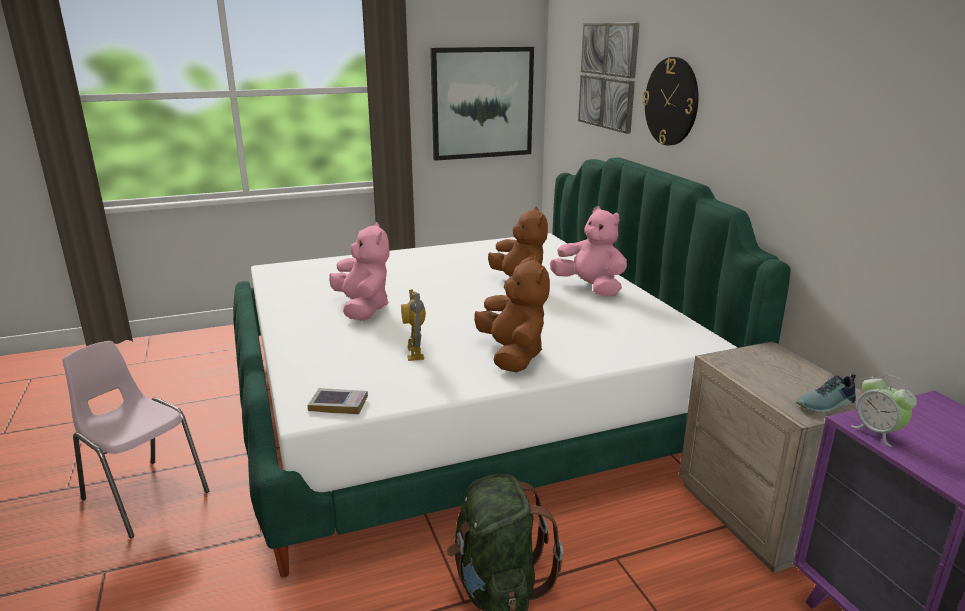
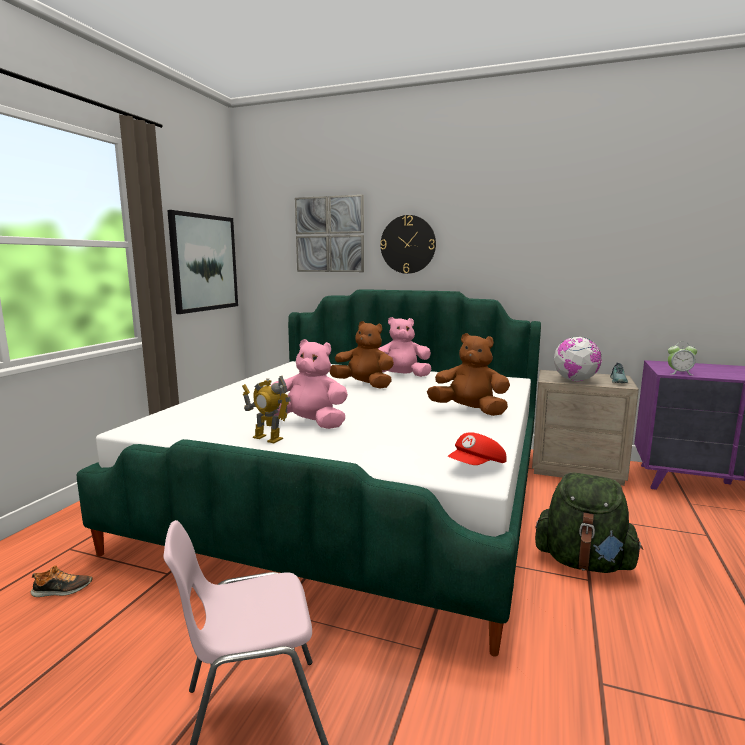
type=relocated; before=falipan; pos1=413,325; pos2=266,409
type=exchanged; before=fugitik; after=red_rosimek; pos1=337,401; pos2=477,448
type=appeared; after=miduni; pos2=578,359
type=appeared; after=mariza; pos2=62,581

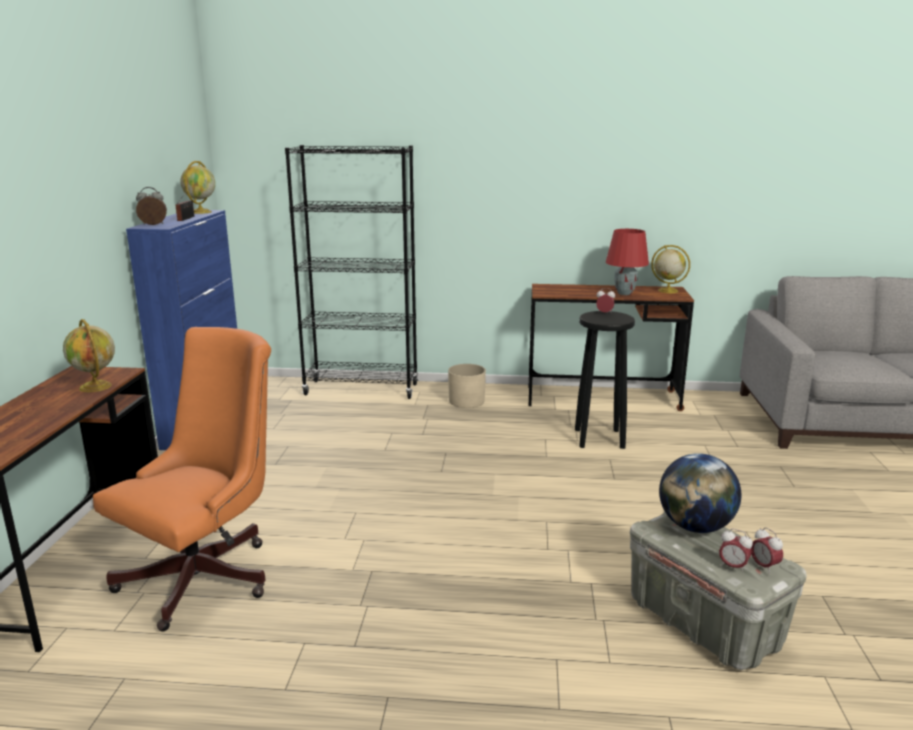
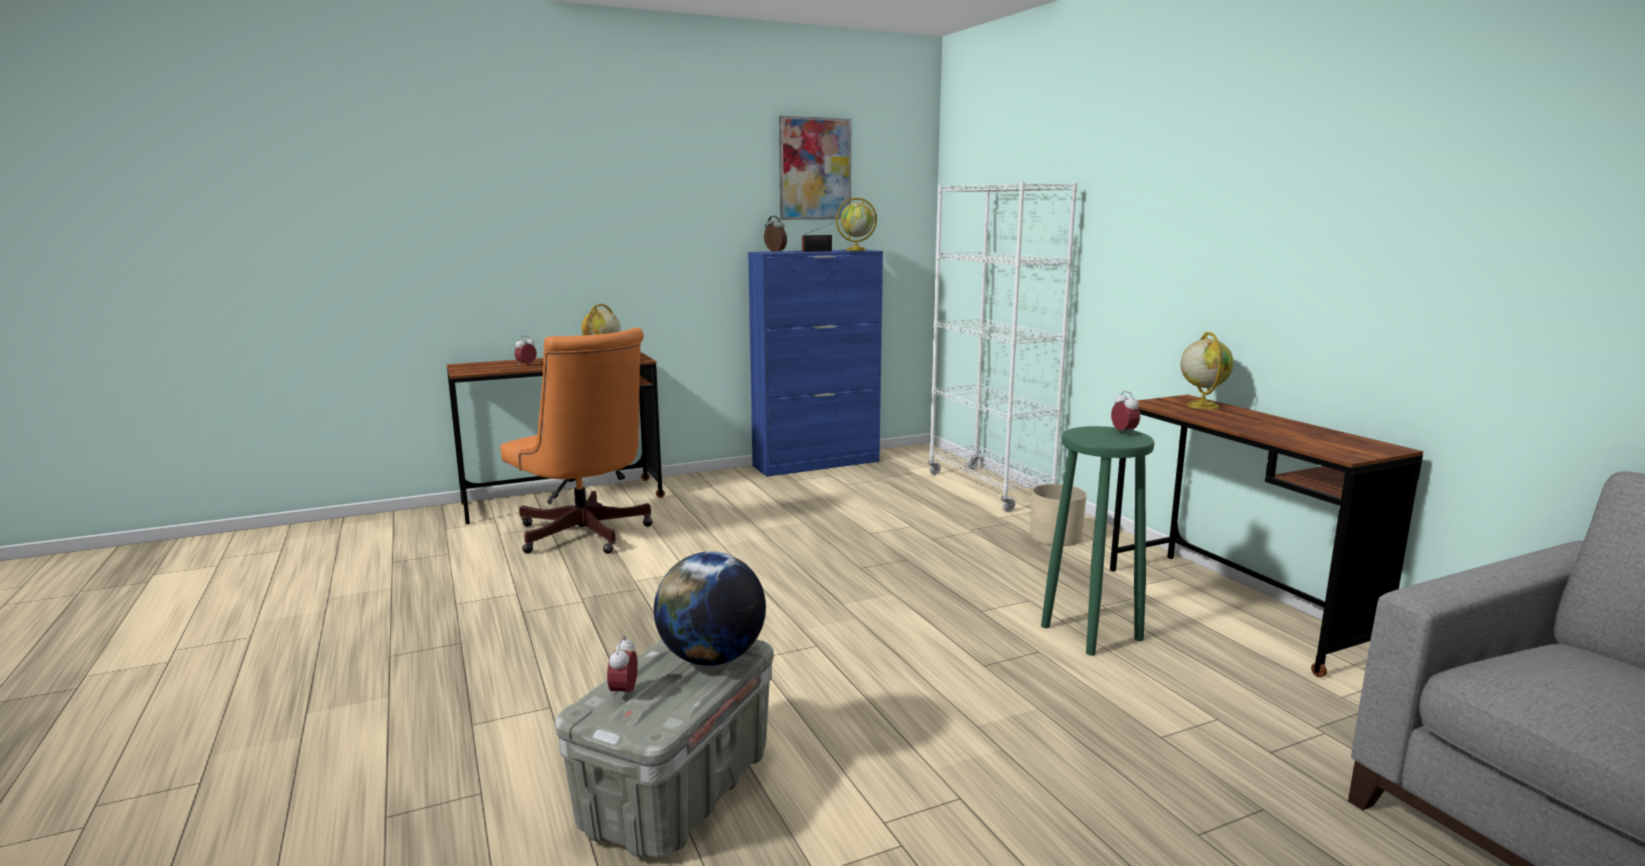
type=colour; before=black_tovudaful; after=white_tovudaful; pos1=351,272; pos2=1002,347
type=missing; before=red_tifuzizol; pos1=627,262
type=relocated; before=miduni; pos1=670,269; pos2=1207,371
type=colour; before=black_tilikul; after=green_tilikul; pos1=605,380; pos2=1097,541
type=spun; before=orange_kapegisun; pos1=182,479; pos2=576,441; turn=45
type=relocated; before=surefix; pos1=767,550; pos2=526,351
type=appeared; after=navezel; pos2=815,167

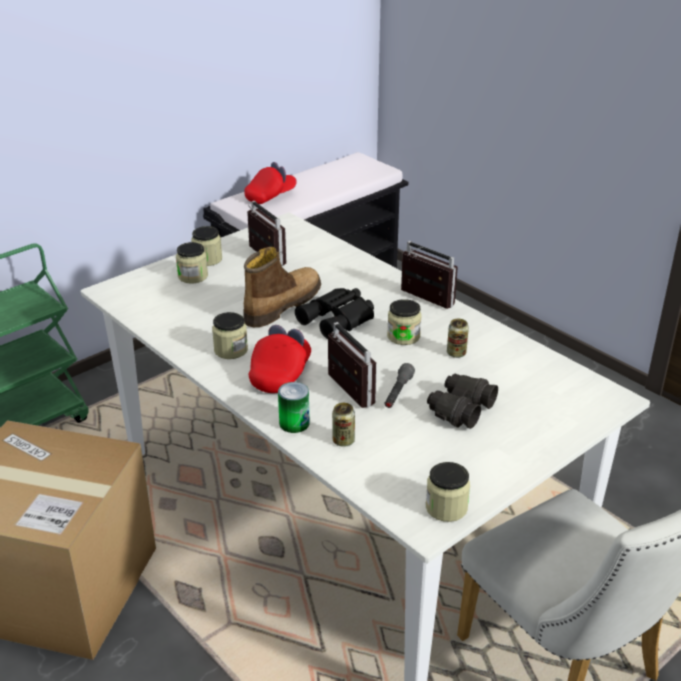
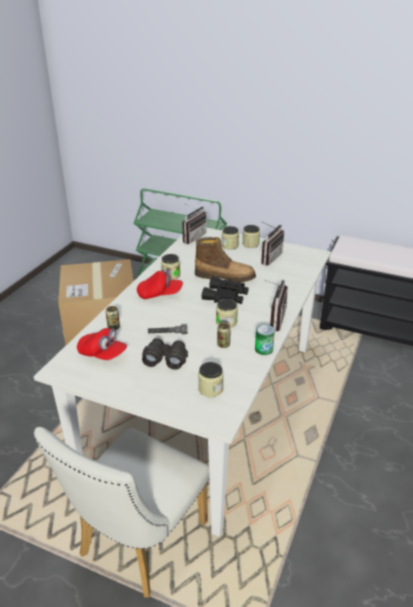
type=relocated; before=red_rosimek; pos1=270,183; pos2=102,344
type=relocated; before=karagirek; pos1=352,365; pos2=194,223
type=relocated; before=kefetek; pos1=294,407; pos2=265,339
type=relocated; before=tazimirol; pos1=448,492; pos2=211,379

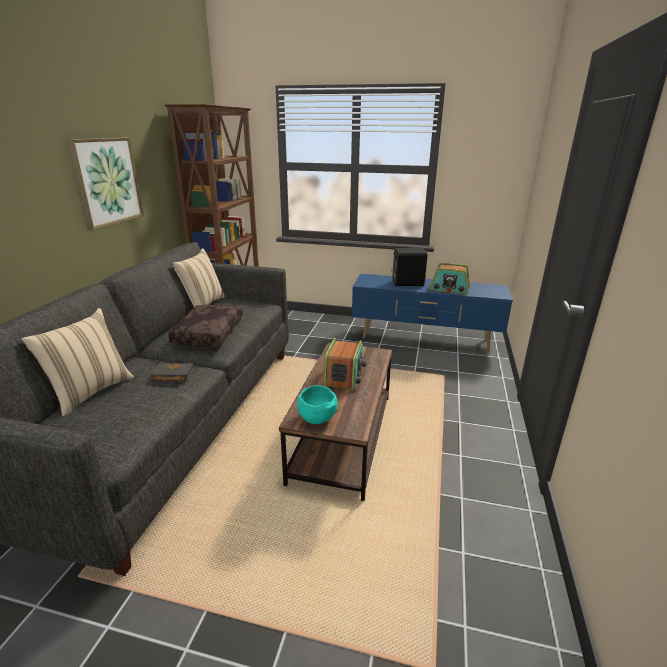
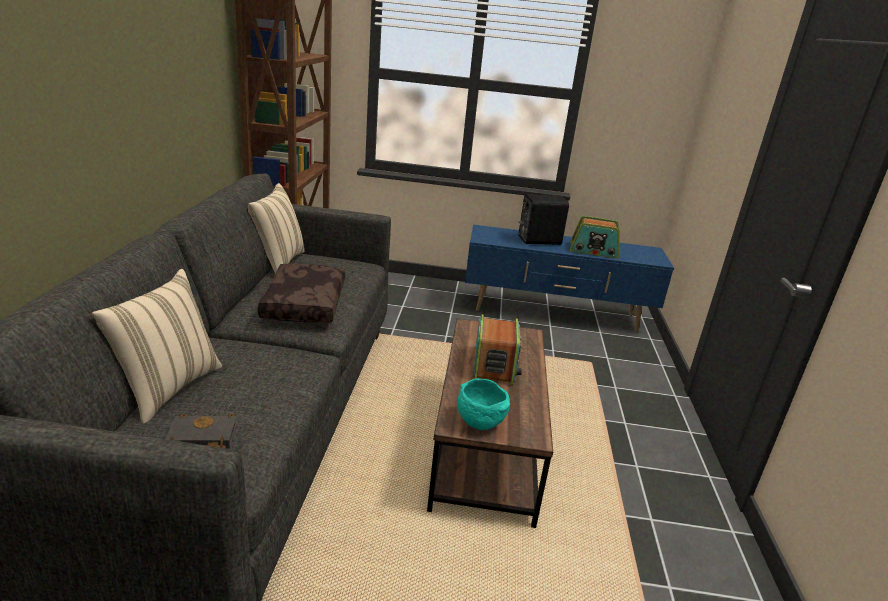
type=missing; before=navezel; pos1=105,184
type=relocated; before=black_fugitik; pos1=172,372; pos2=201,431

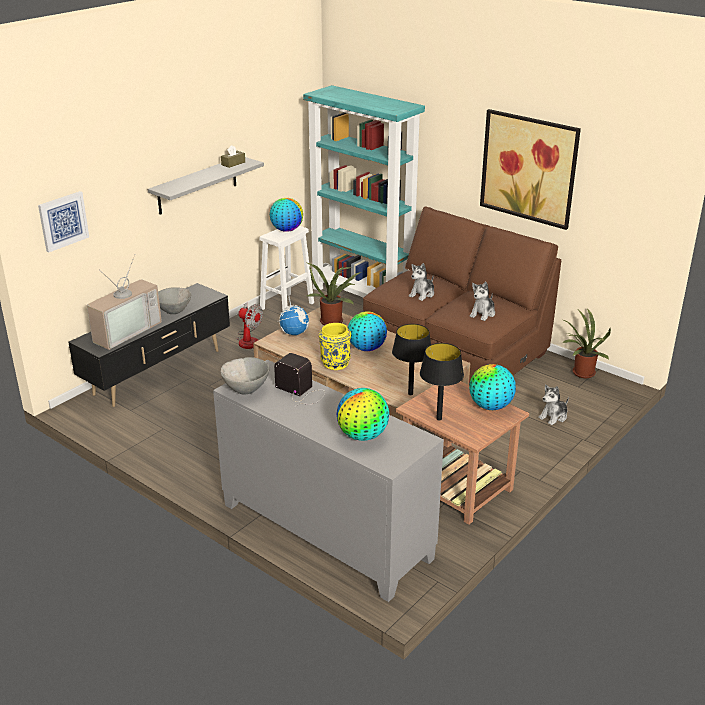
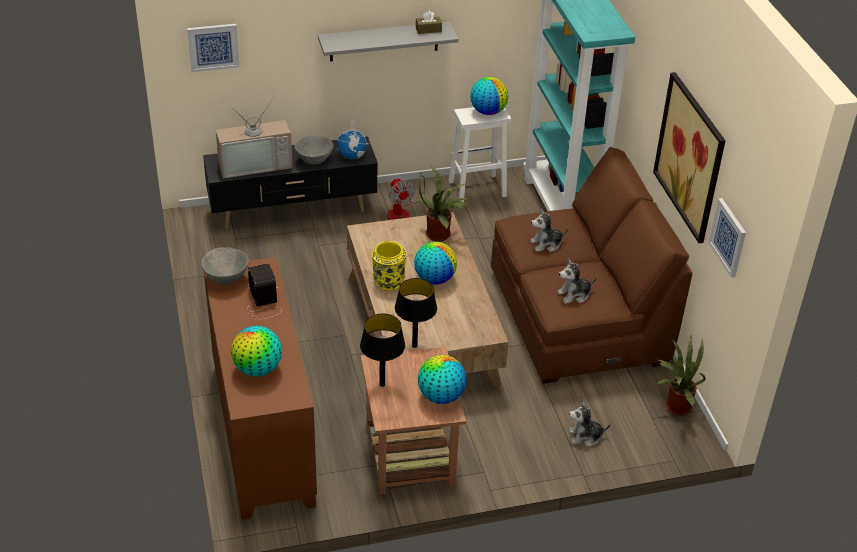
type=relocated; before=miduni; pos1=293,315; pos2=352,139
type=colour; before=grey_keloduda; after=brown_keloduda; pos1=328,481; pos2=260,388
type=appeared; after=navezel; pos2=727,238

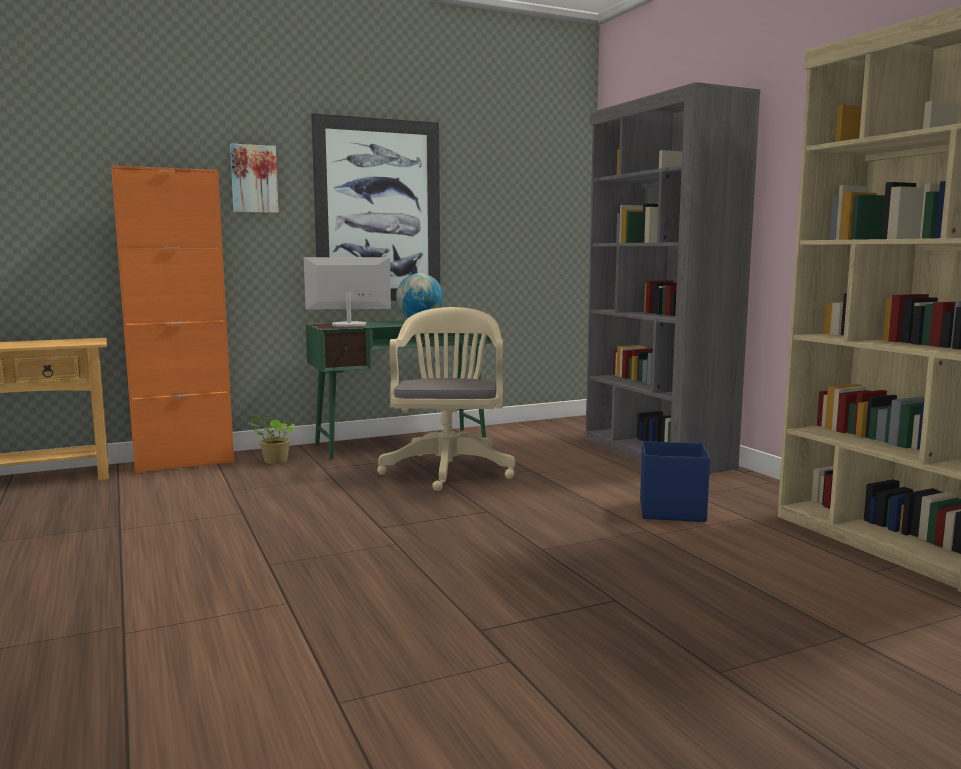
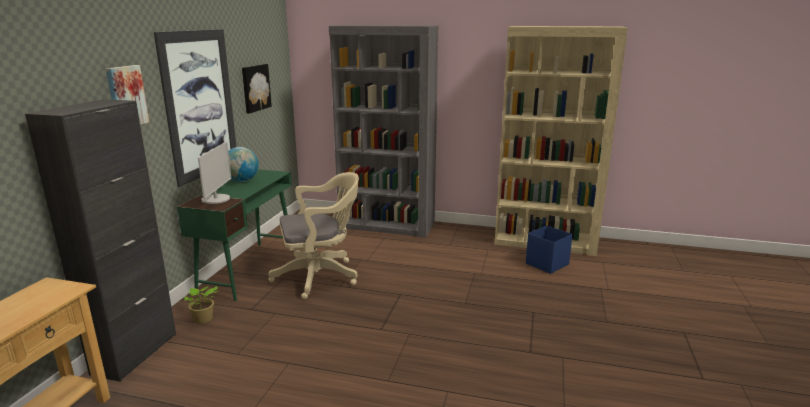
type=colour; before=orange_keloduda; after=black_keloduda; pos1=173,320; pos2=100,240
type=spun; before=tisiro; pos1=347,292; pos2=215,173; turn=150
type=spun; before=beige_kapegisun; pos1=446,399; pos2=313,235; turn=120
type=relocated; before=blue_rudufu; pos1=675,481; pos2=549,250
type=appeared; after=navezel; pos2=257,88

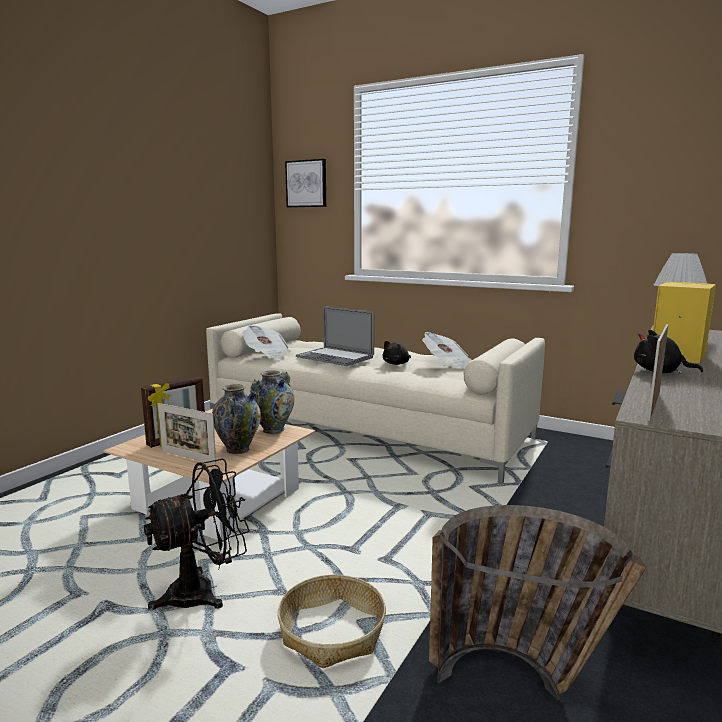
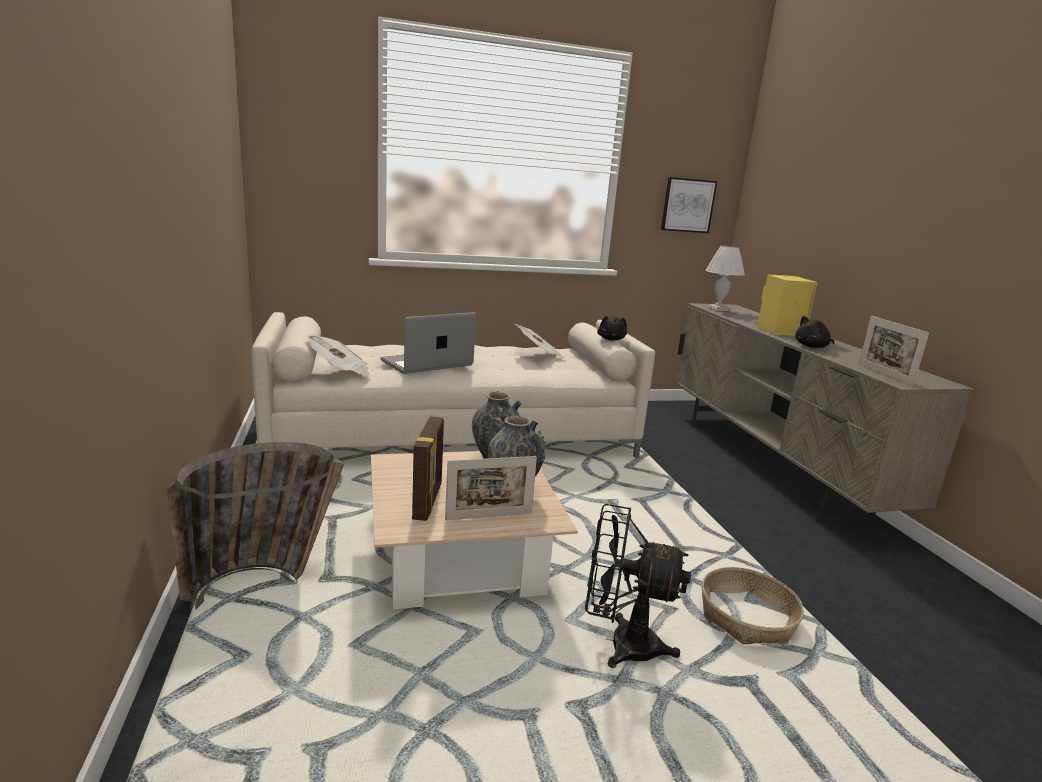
type=relocated; before=navezel; pos1=305,183; pos2=689,205
type=spun; before=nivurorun; pos1=335,336; pos2=428,343; turn=150
type=relocated; before=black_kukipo; pos1=397,353; pos2=612,327
type=spun; before=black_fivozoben; pos1=197,535; pos2=638,586; turn=-90
type=relocated; before=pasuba; pos1=538,602; pos2=255,526

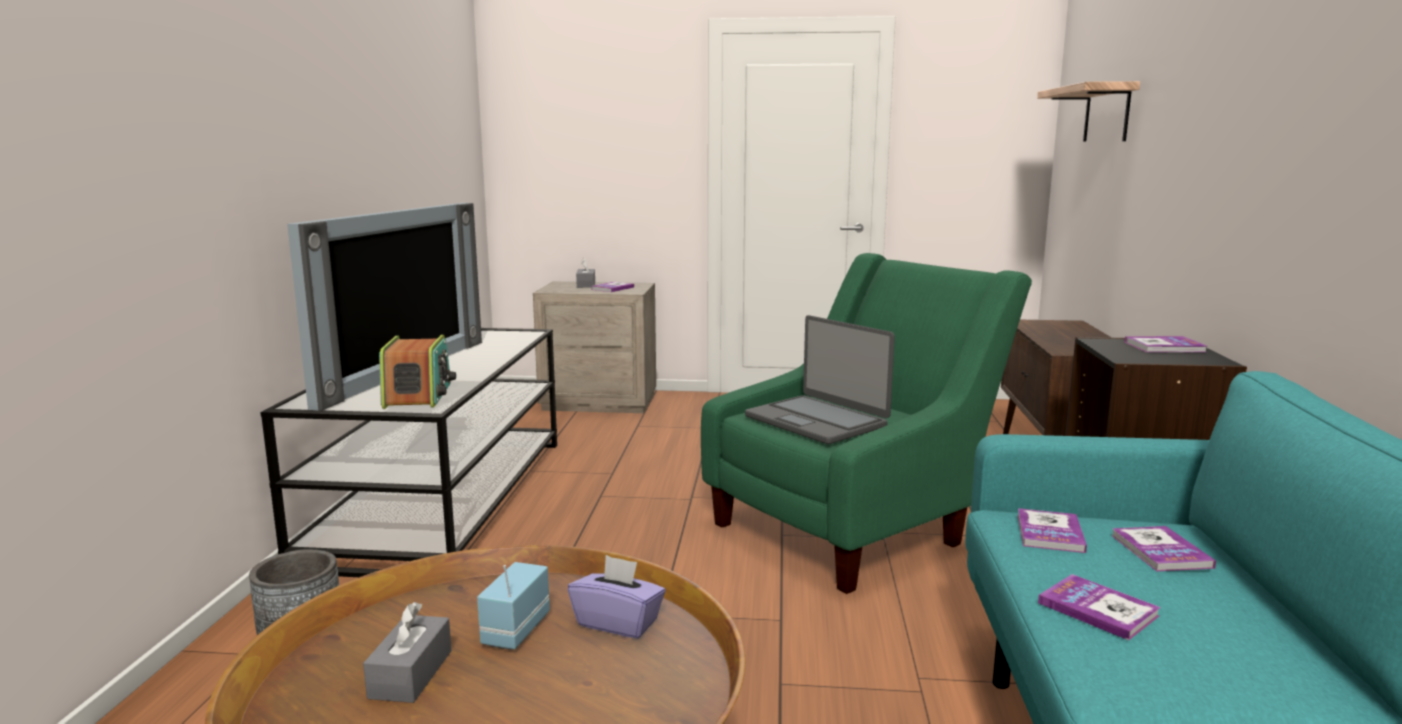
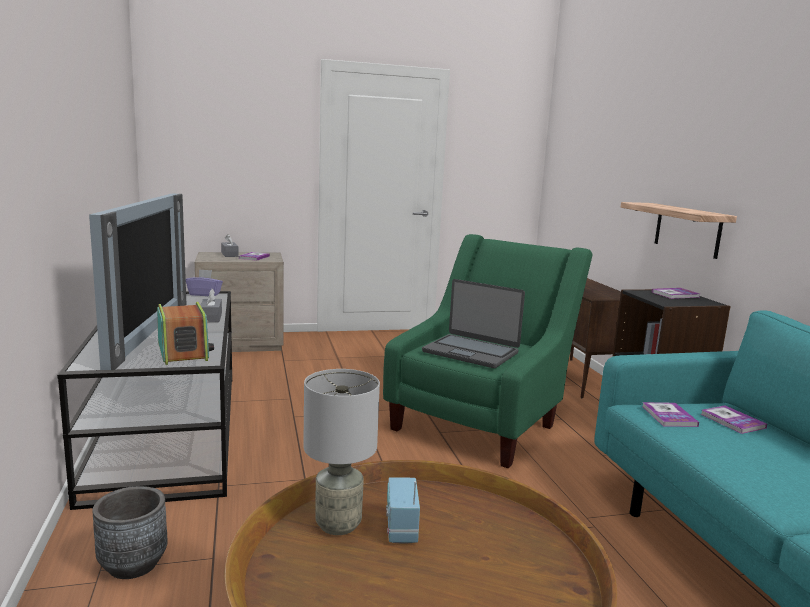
type=relocated; before=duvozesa; pos1=1088,111; pos2=679,230
type=relocated; before=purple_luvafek; pos1=617,597; pos2=204,282
type=missing; before=fugitik; pos1=1099,607
type=relocated; before=grey_luvafek; pos1=407,652; pos2=211,305
type=appeared; after=grey_tifuzizol; pos2=341,452

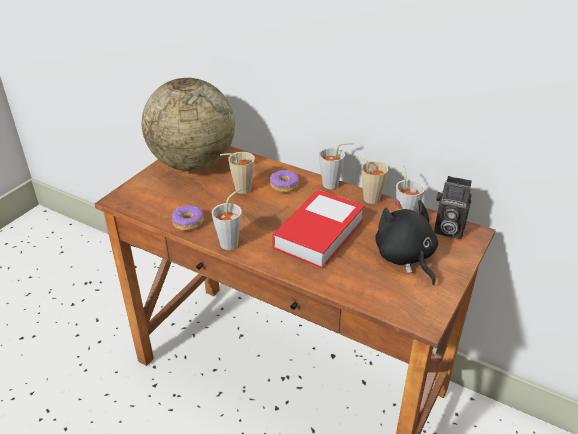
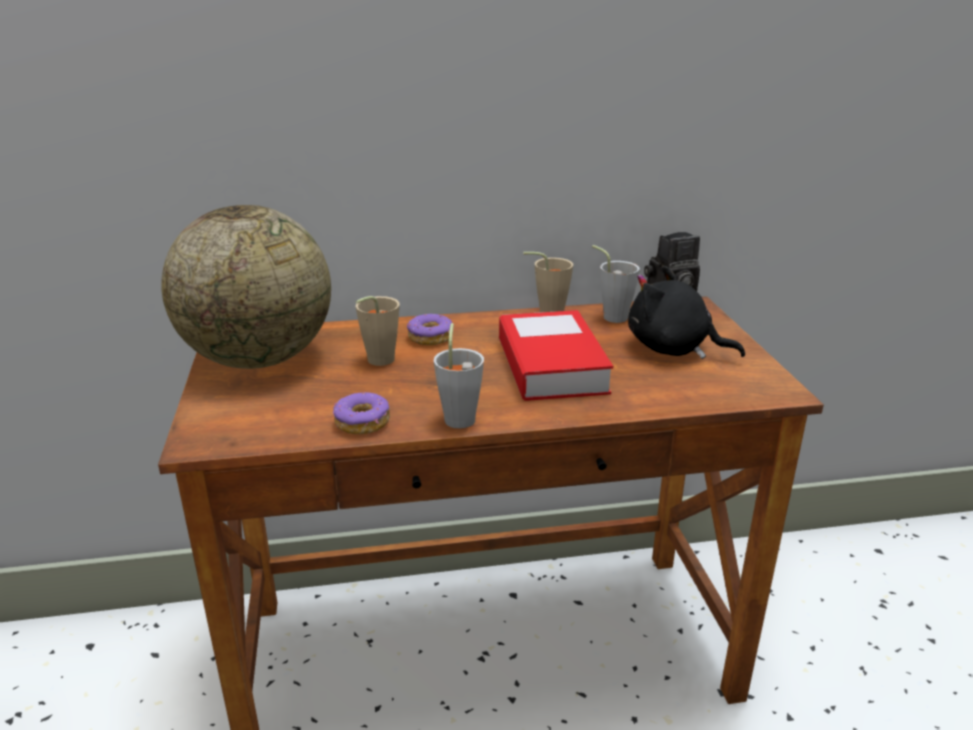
type=missing; before=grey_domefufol; pos1=336,165

